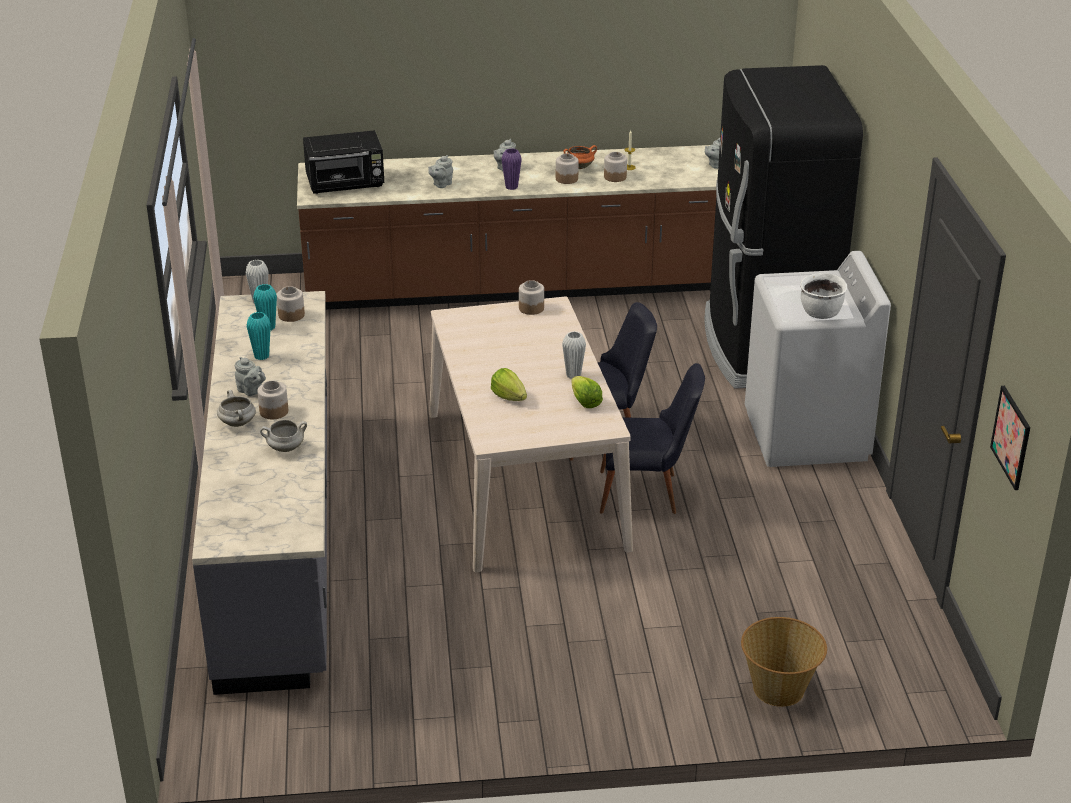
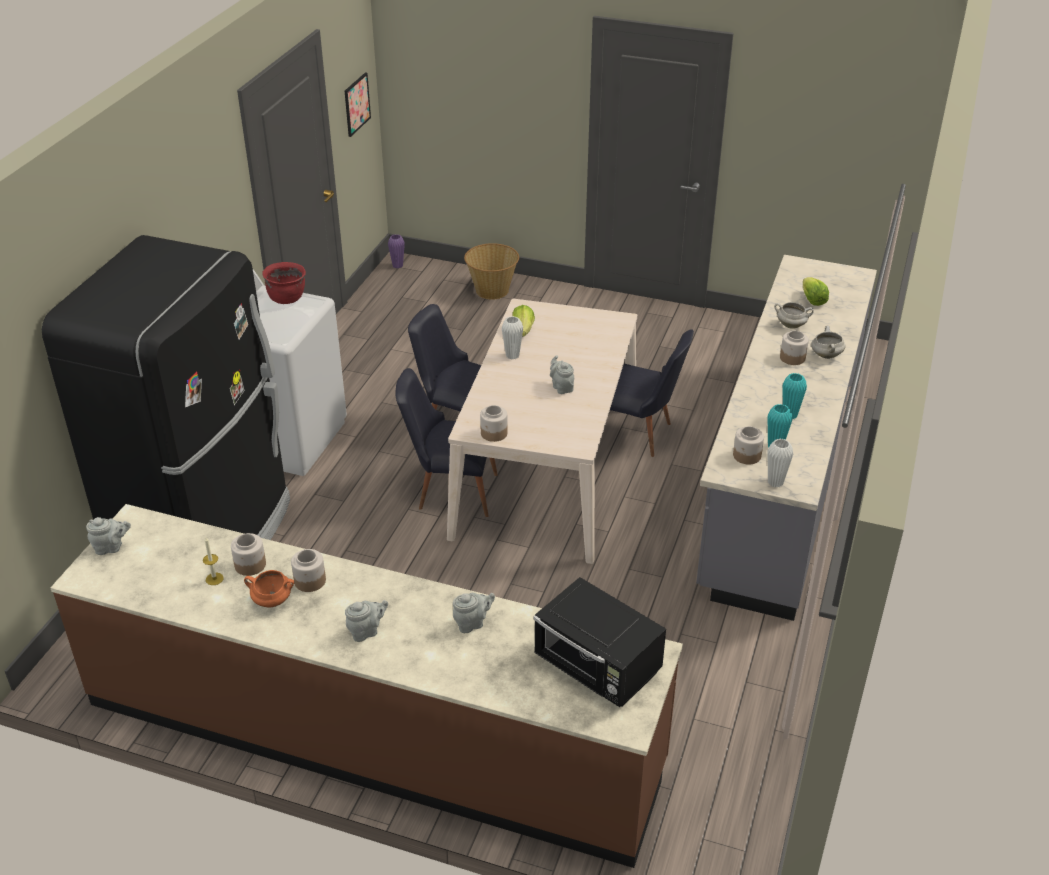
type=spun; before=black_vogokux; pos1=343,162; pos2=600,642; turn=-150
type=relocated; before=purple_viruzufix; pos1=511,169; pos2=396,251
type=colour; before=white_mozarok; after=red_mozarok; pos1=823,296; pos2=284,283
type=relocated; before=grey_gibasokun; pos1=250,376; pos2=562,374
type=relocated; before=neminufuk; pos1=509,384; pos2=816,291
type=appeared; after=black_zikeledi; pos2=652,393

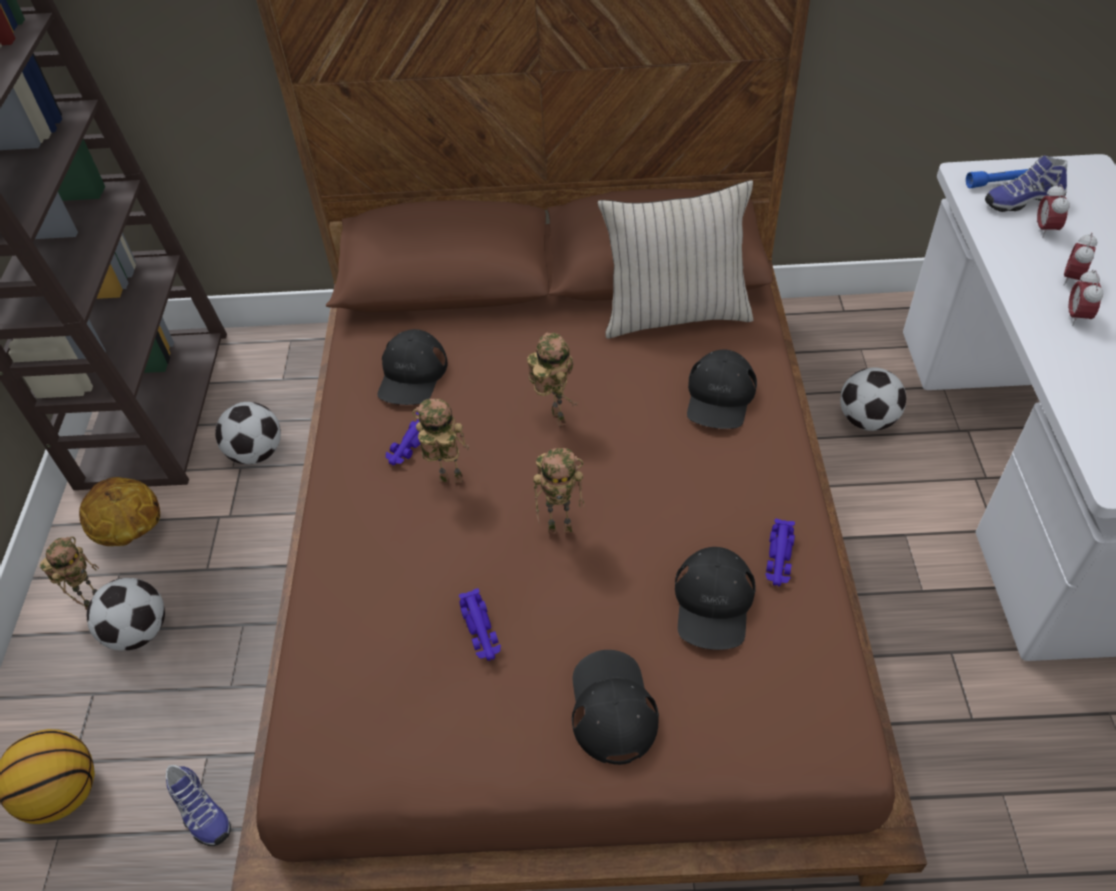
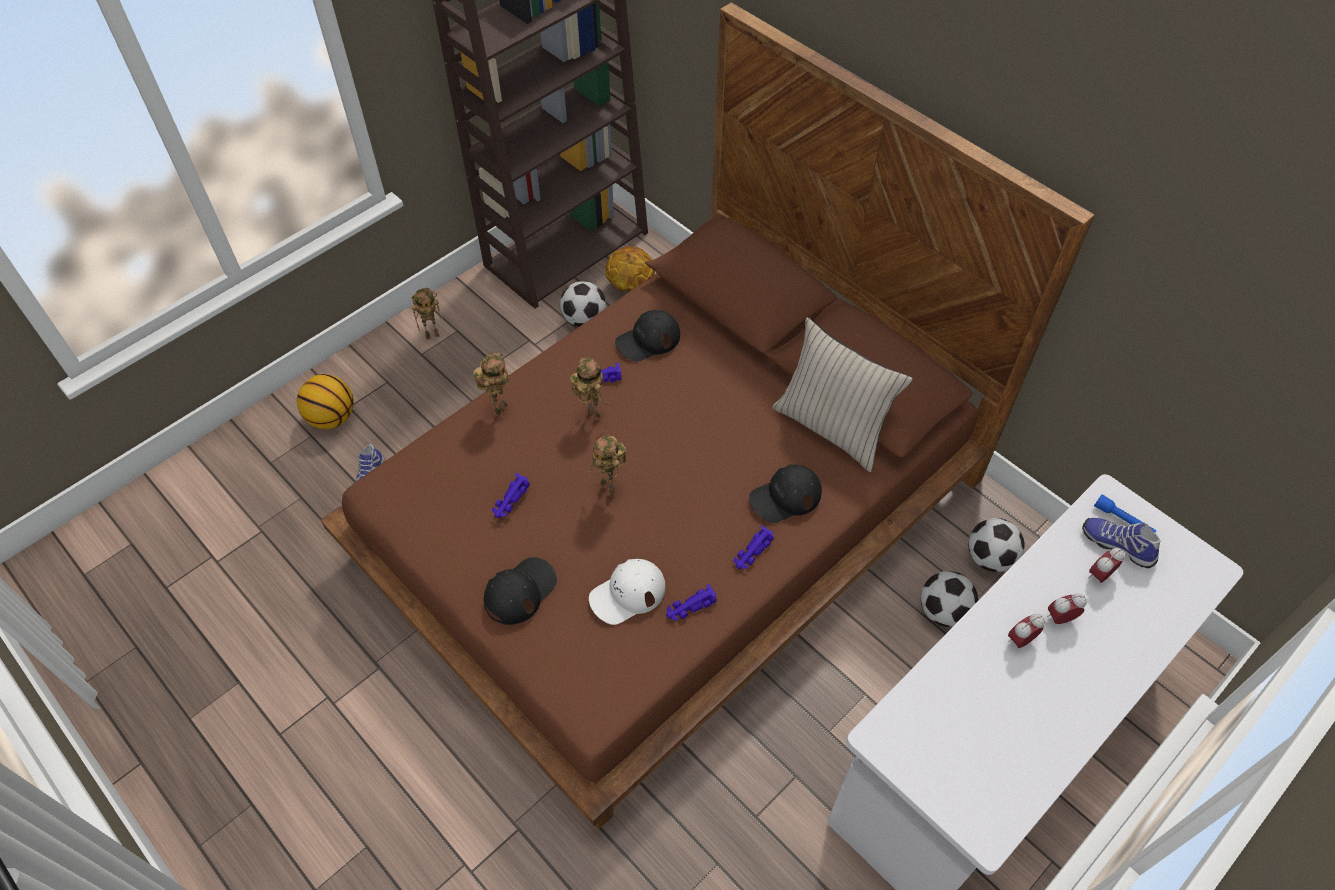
type=relocated; before=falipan; pos1=552,379; pos2=492,385
type=relocated; before=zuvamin; pos1=119,511; pos2=630,269
type=colour; before=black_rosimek; after=white_rosimek; pos1=715,598; pos2=627,592
type=relocated; before=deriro; pos1=125,614; pos2=996,545
type=appeared; after=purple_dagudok; pos2=754,547

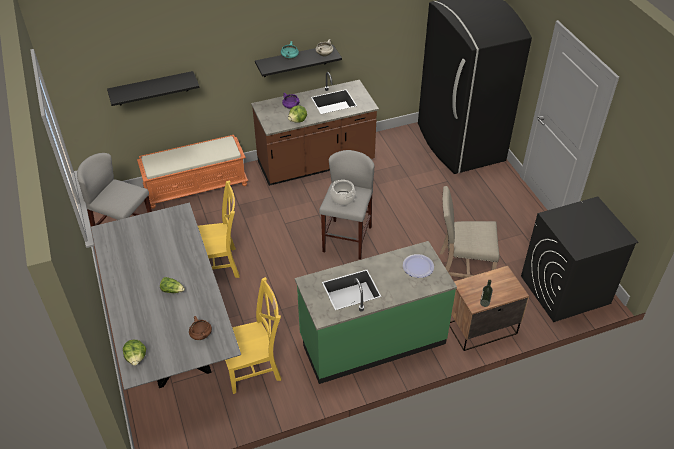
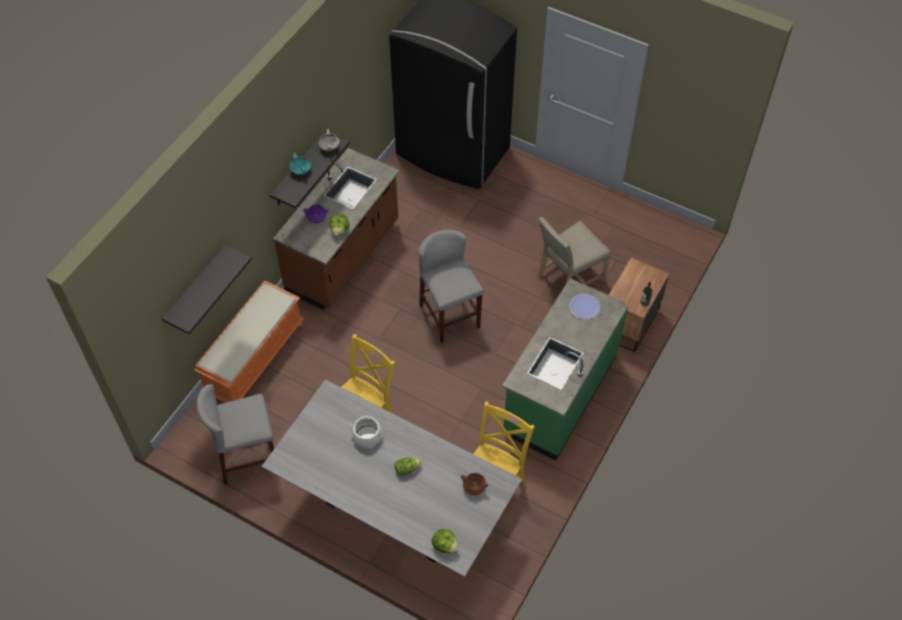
type=relocated; before=mozarok; pos1=343,192; pos2=366,432
type=missing; before=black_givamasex; pos1=579,259

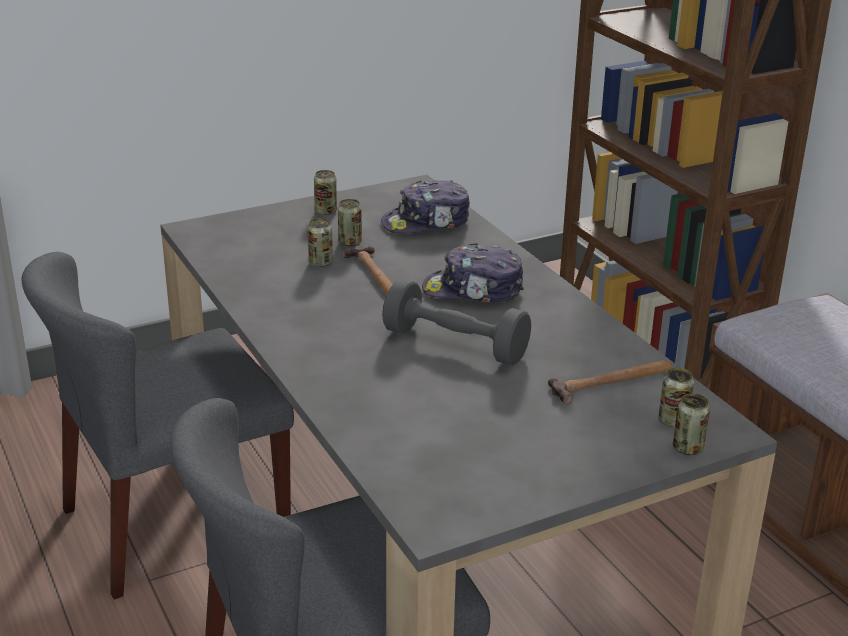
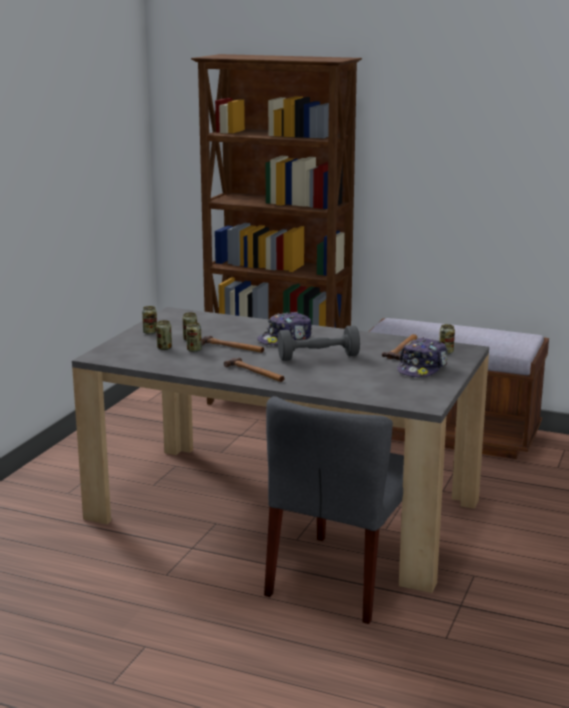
type=relocated; before=rosimek; pos1=425,207; pos2=422,357
type=missing; before=grey_zikeledi; pos1=158,426
type=relocated; before=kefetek; pos1=691,424; pos2=164,335
type=appeared; after=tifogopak; pos2=254,370

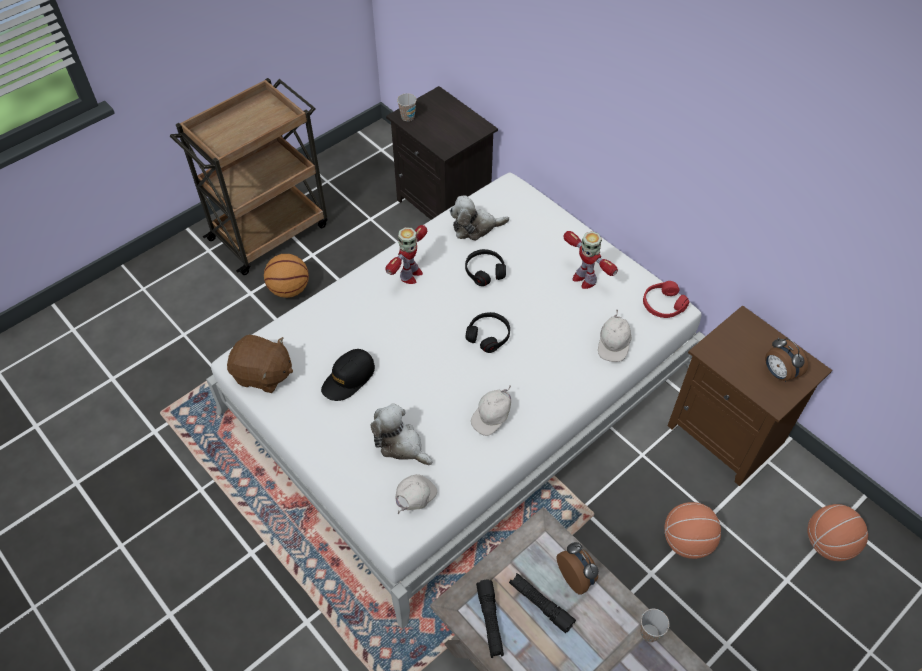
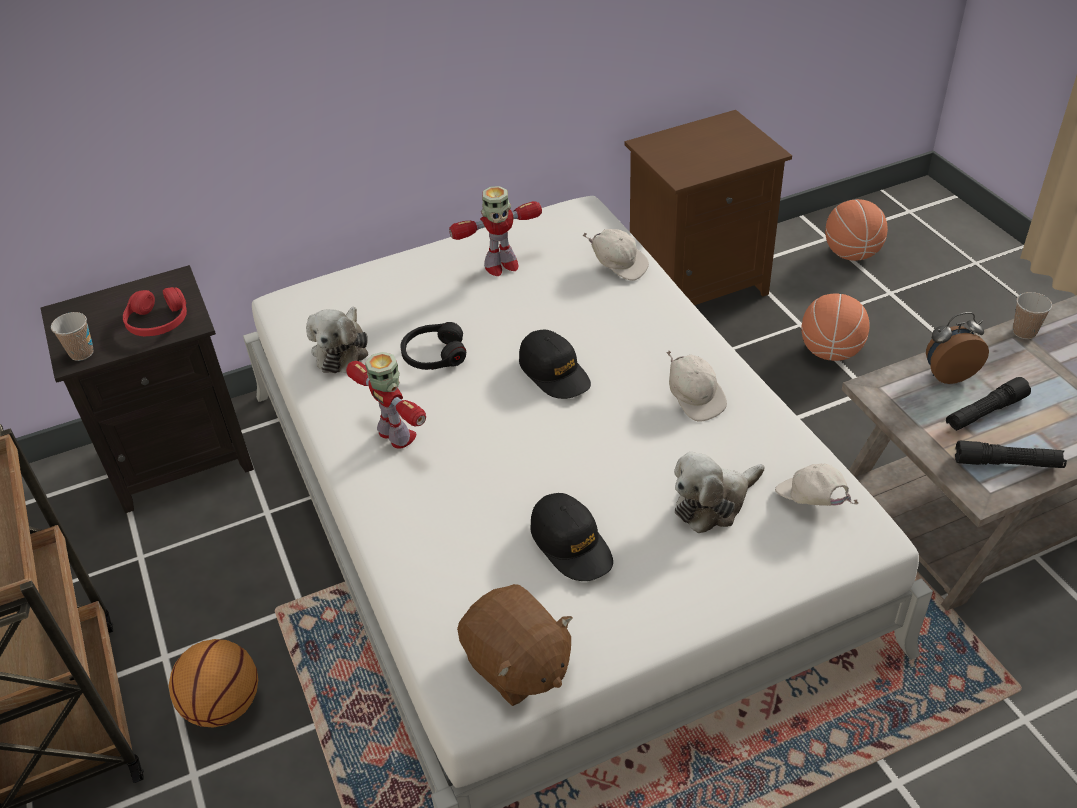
type=relocated; before=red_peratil; pos1=666,299; pos2=155,311
type=exchanged; before=black_peratil; after=black_rosimek; pos1=487,332; pos2=555,364
type=spun; before=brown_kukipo; pos1=260,364; pos2=515,645; turn=105
type=missing; before=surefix; pos1=786,359

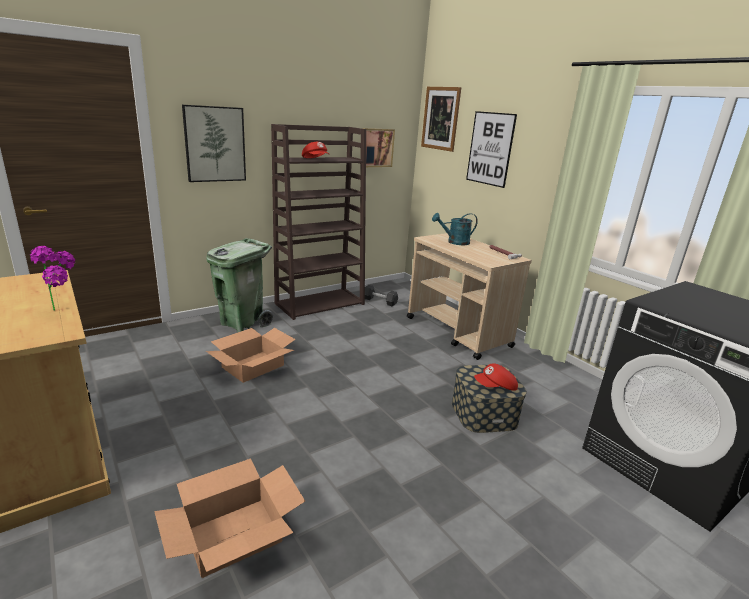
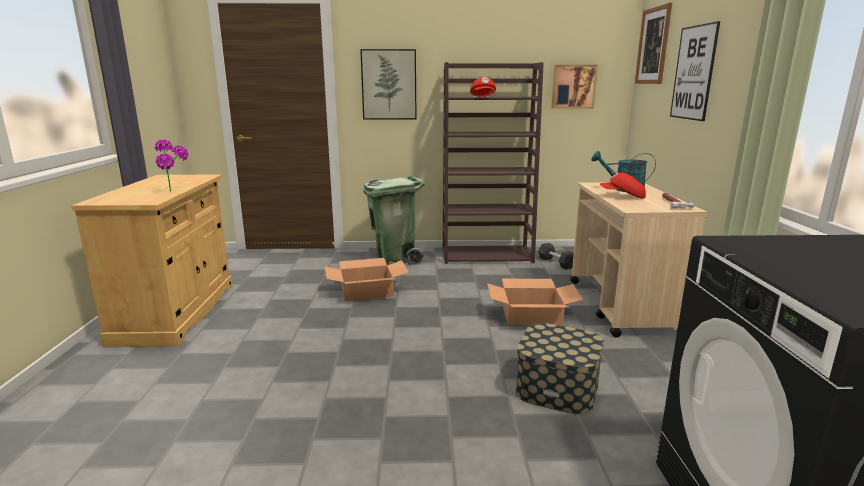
type=relocated; before=red_rosimek; pos1=496,377; pos2=623,185
type=relocated; before=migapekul; pos1=229,518; pos2=535,302

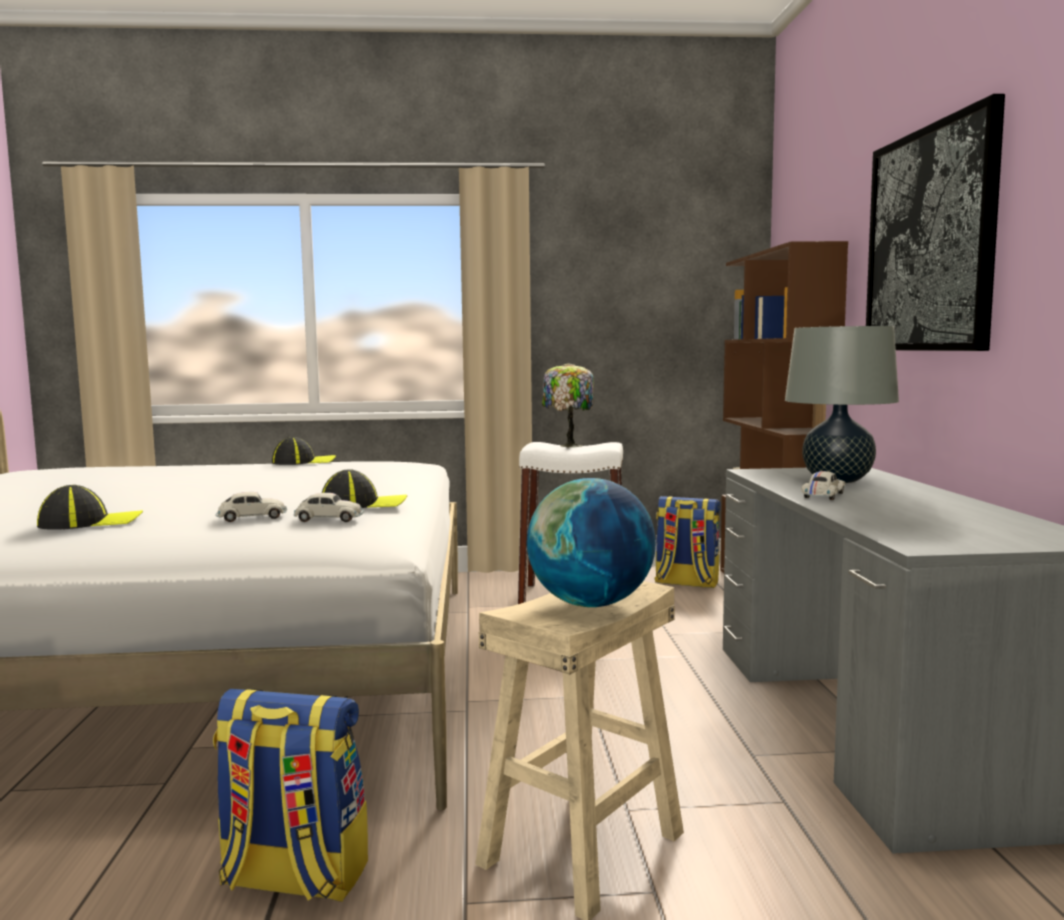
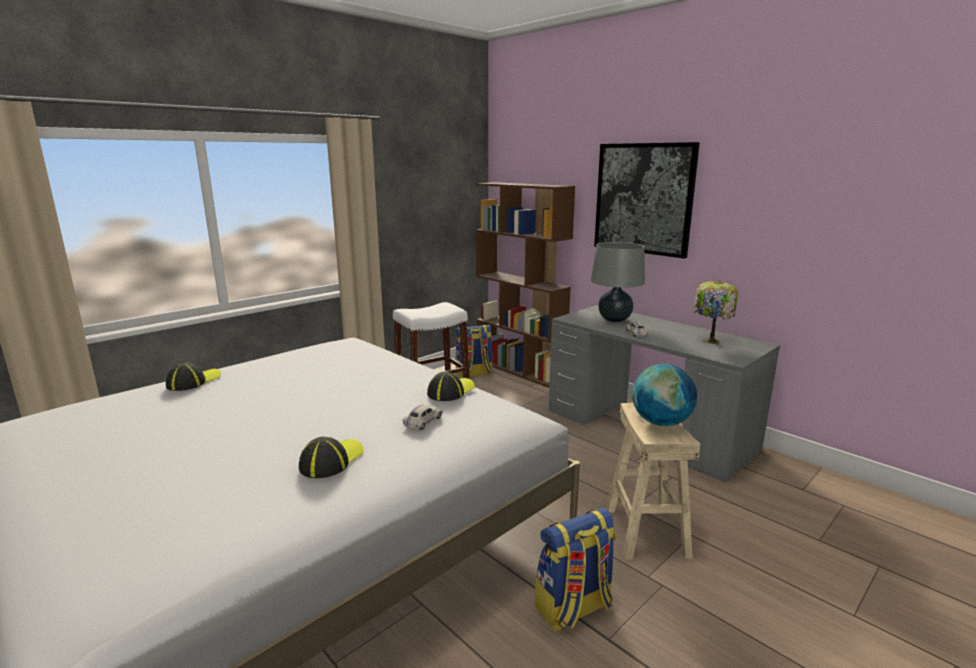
type=relocated; before=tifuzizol; pos1=568,405; pos2=715,312
type=relocated; before=rosimek; pos1=304,451; pos2=193,377
type=missing; before=white_dagudok; pos1=329,507

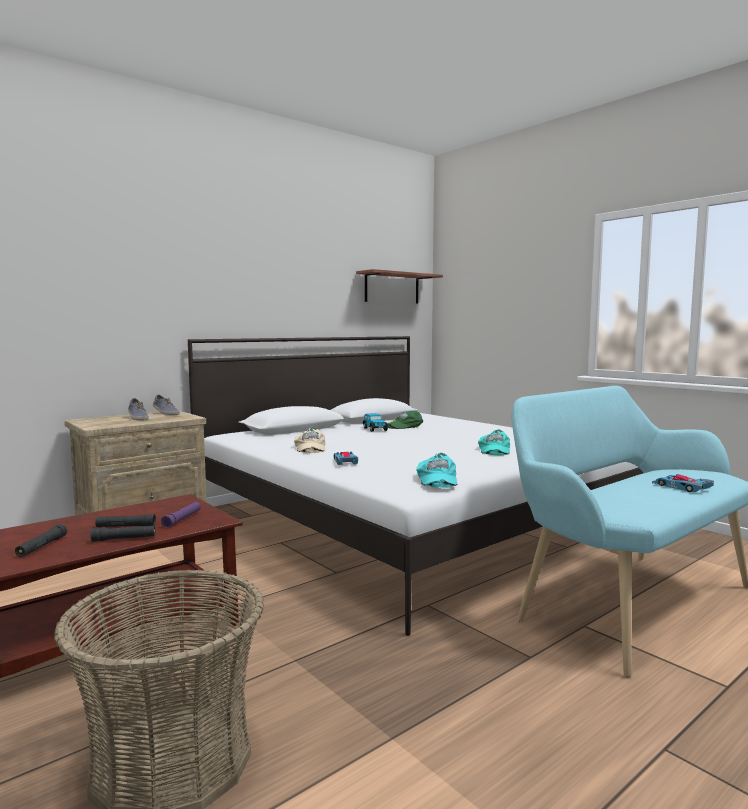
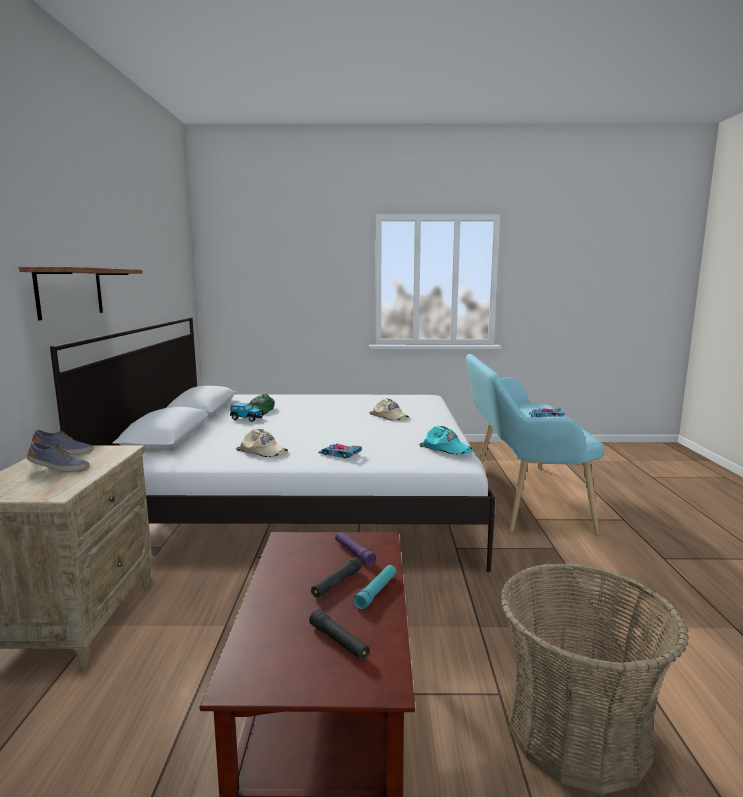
type=relocated; before=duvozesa; pos1=399,286; pos2=81,293
type=colour; before=turquoise_rosimek; after=beige_rosimek; pos1=494,442; pos2=389,410
type=colour; before=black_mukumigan; after=turquoise_mukumigan; pos1=123,534; pos2=375,587

